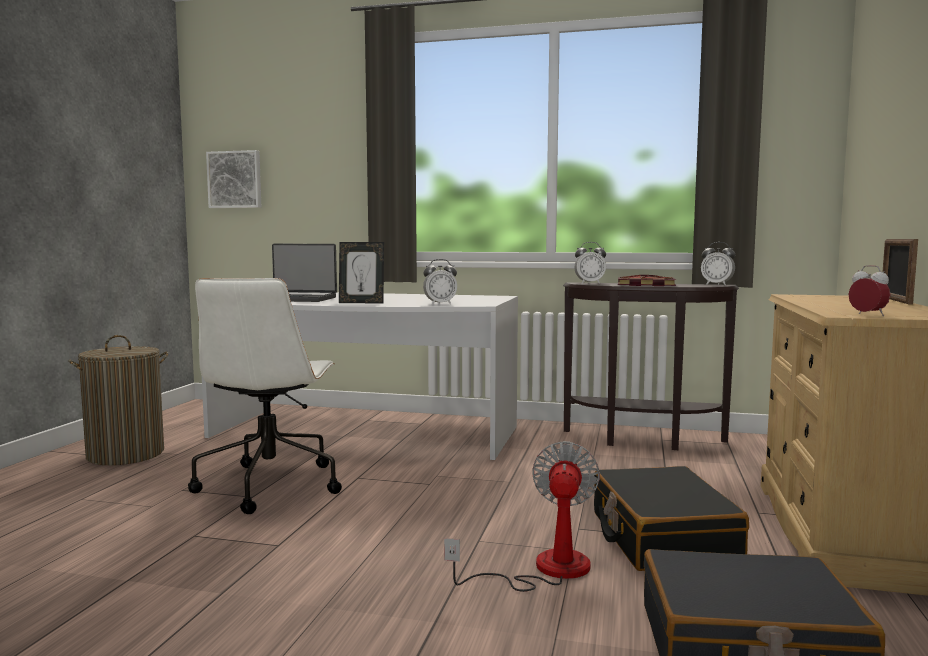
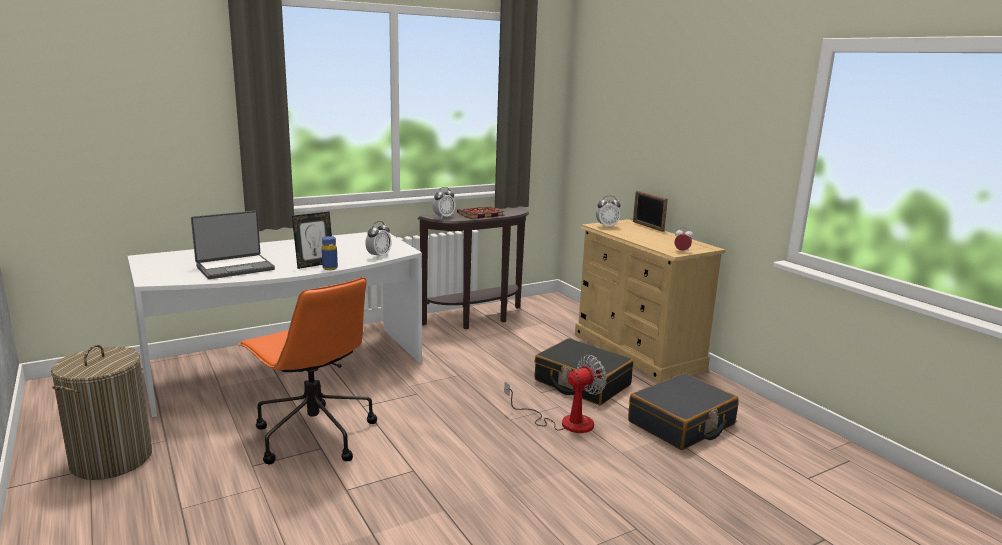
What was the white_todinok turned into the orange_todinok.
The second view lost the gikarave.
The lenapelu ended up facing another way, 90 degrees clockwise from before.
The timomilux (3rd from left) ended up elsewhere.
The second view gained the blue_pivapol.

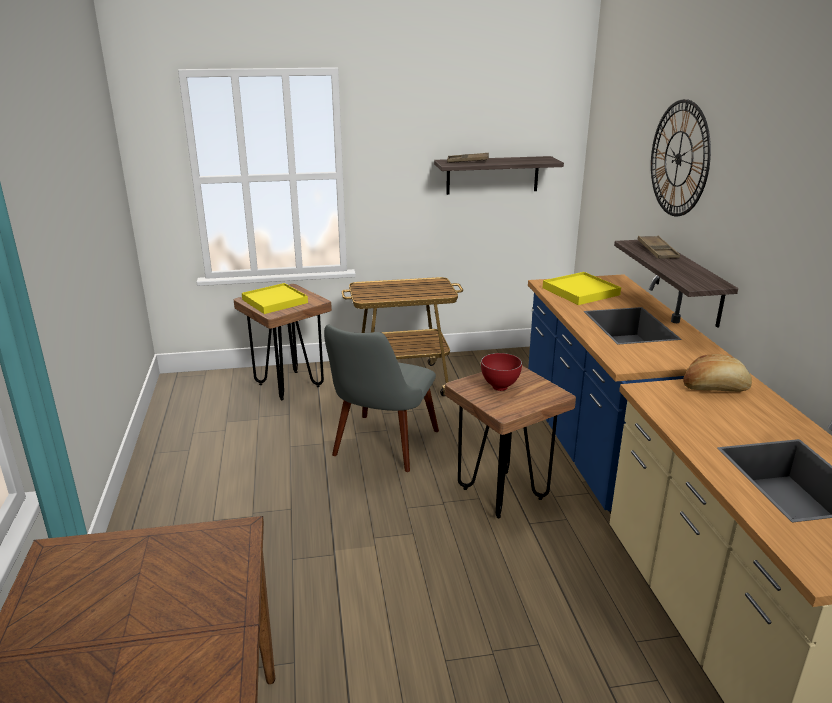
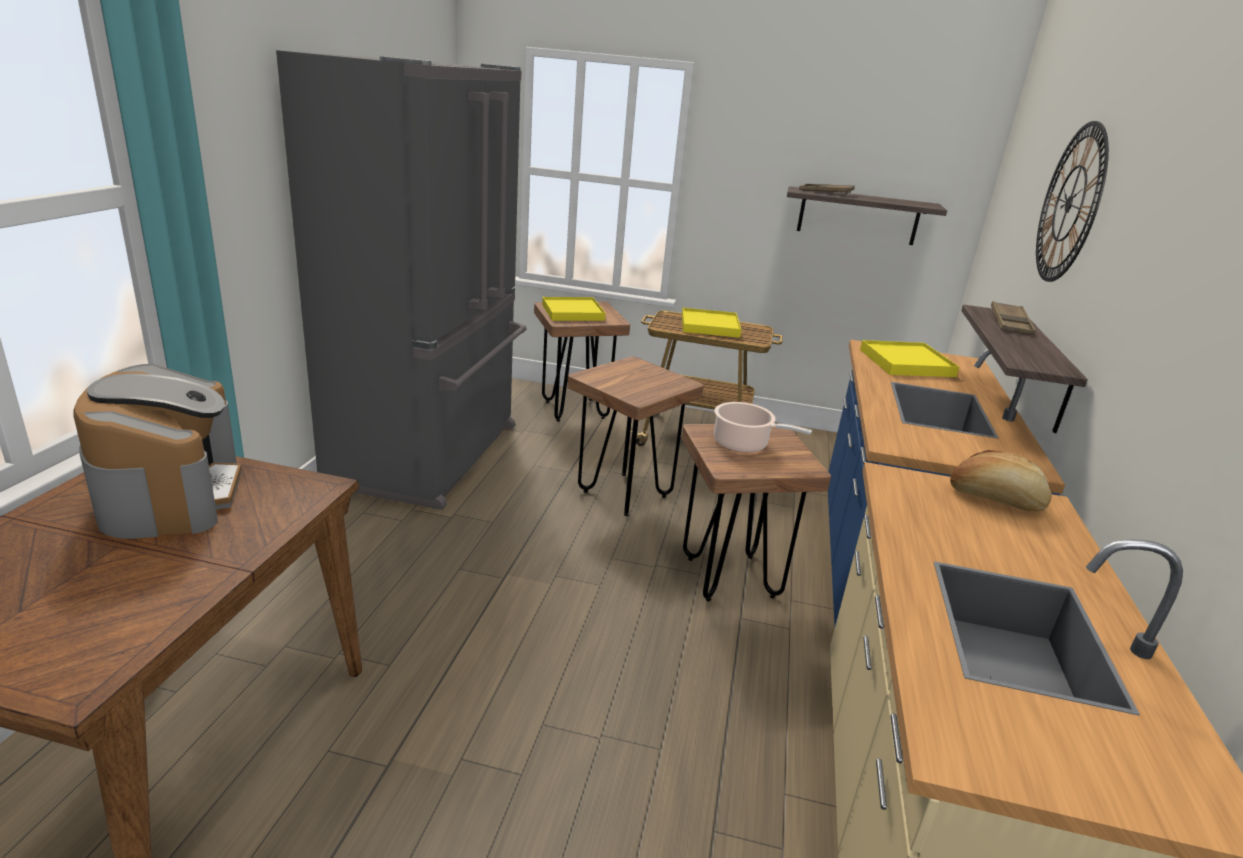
Where the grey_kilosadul stood, the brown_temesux (2nd from left) came to stand.
Where the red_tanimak stood, the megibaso came to stand.
The second view gained the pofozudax.
The second view gained the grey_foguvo.
The second view gained the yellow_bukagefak (2nd from left).

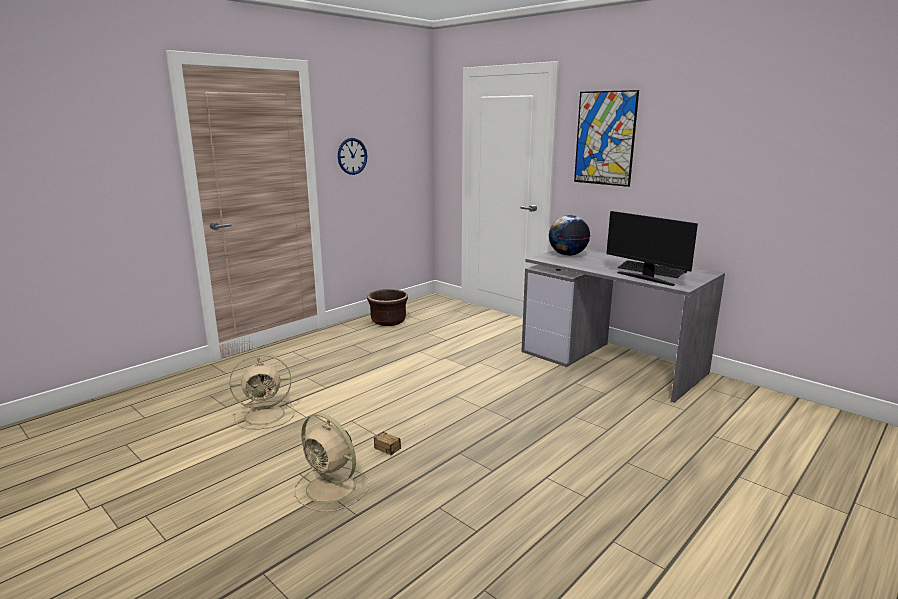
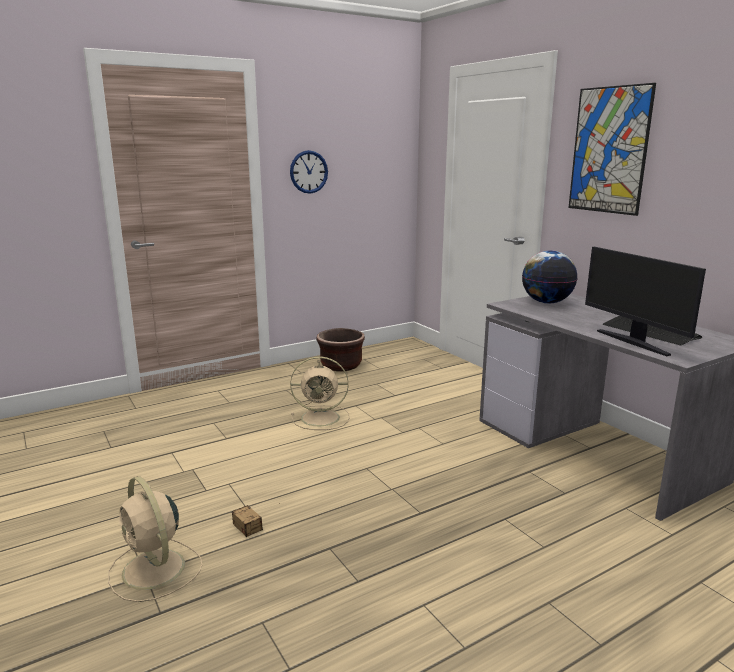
The beige_lenapelu (1st from left in the first image) ended up elsewhere.

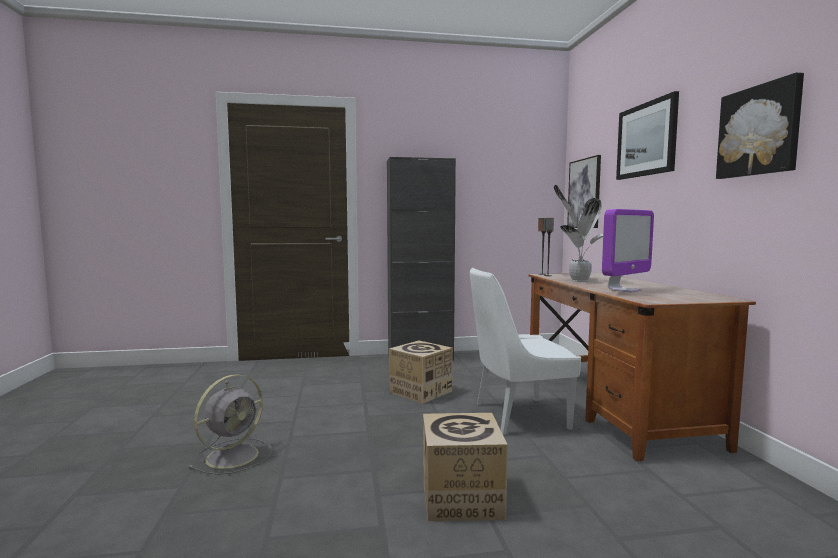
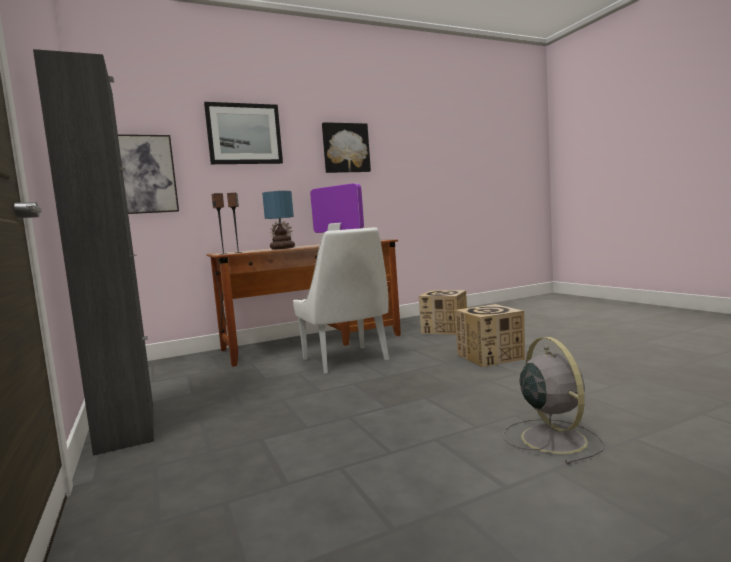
The grey_lenapelu ended up facing another way, 60 degrees clockwise from before.
The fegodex (1st from left) ended up elsewhere.
Where the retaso stood, the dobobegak came to stand.

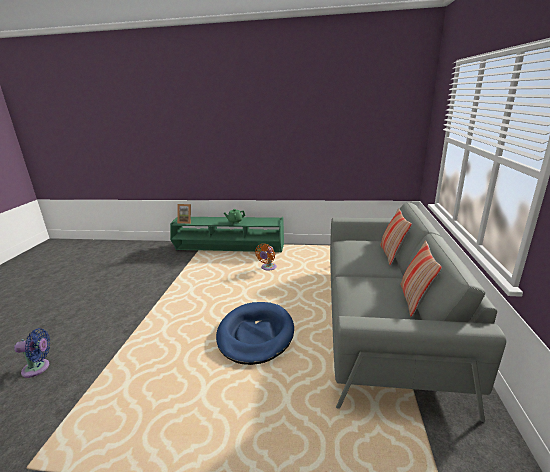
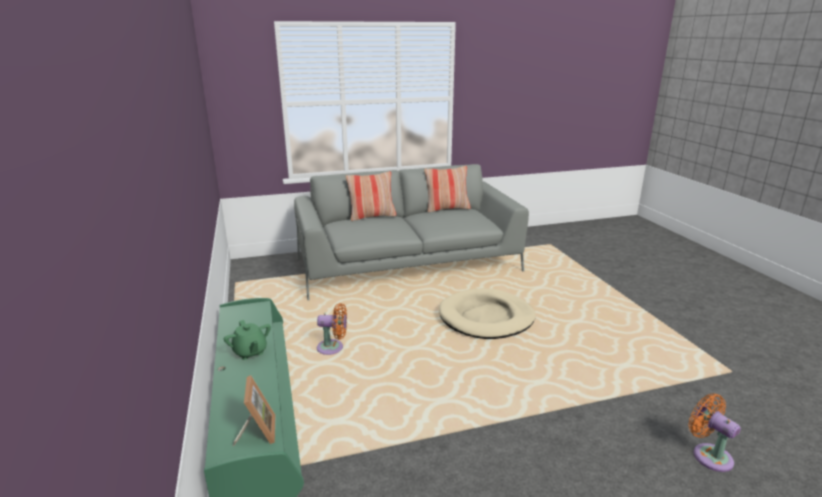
What was the blue_lenapelu turned into the orange_lenapelu (2nd from left).
What was the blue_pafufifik turned into the beige_pafufifik.

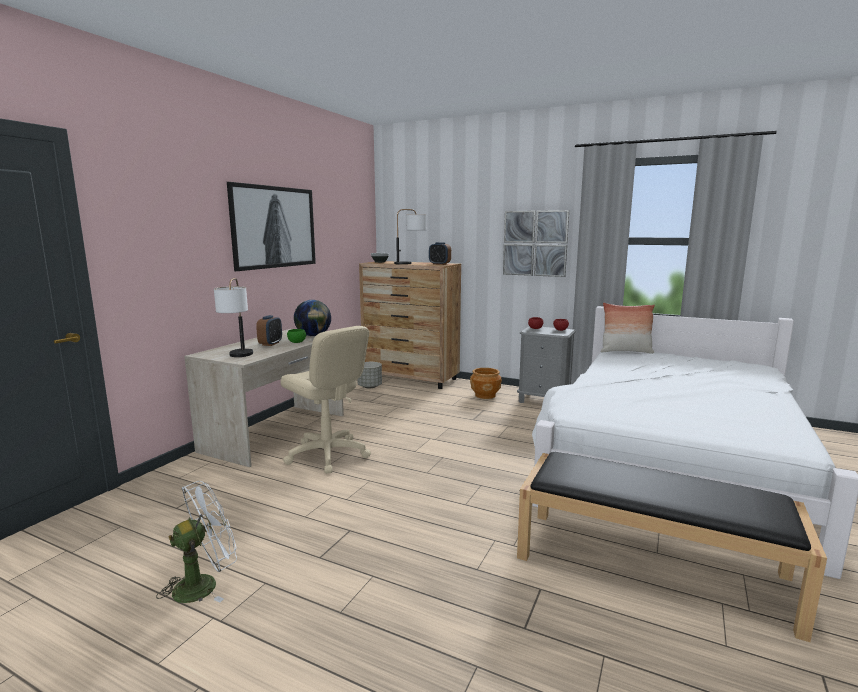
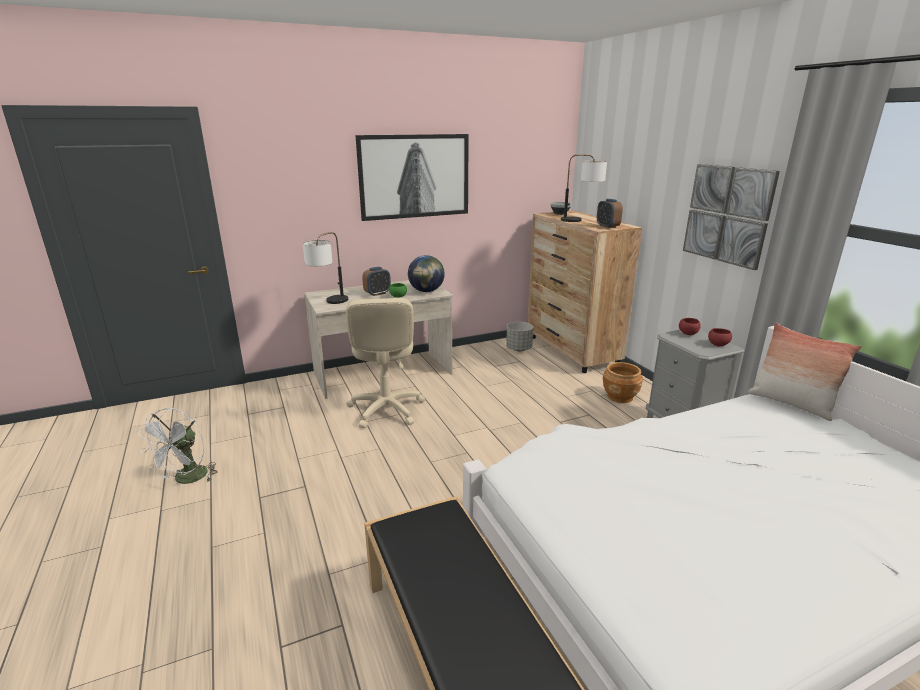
The white_lenapelu ended up facing another way, 105 degrees clockwise from before.

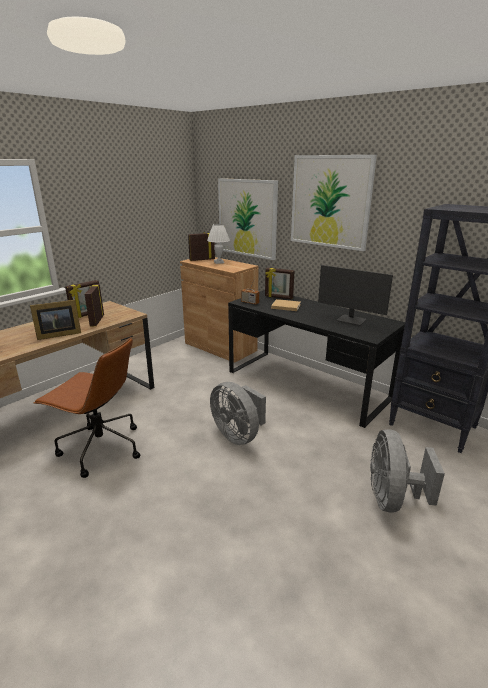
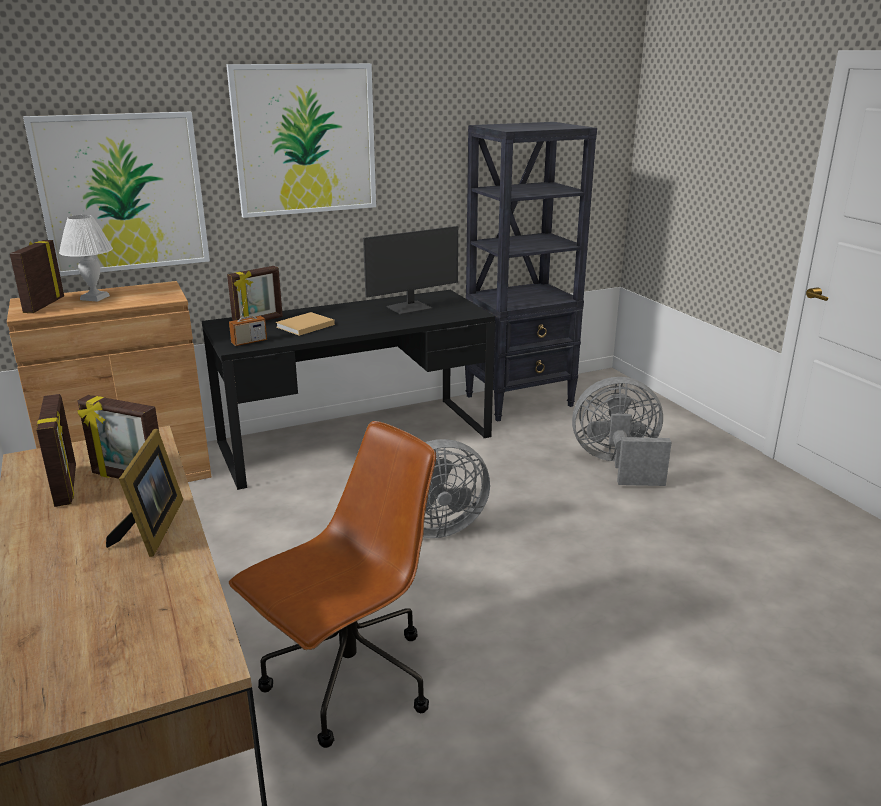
The grey_lenapelu (2nd from left) ended up facing another way, 150 degrees clockwise from before.

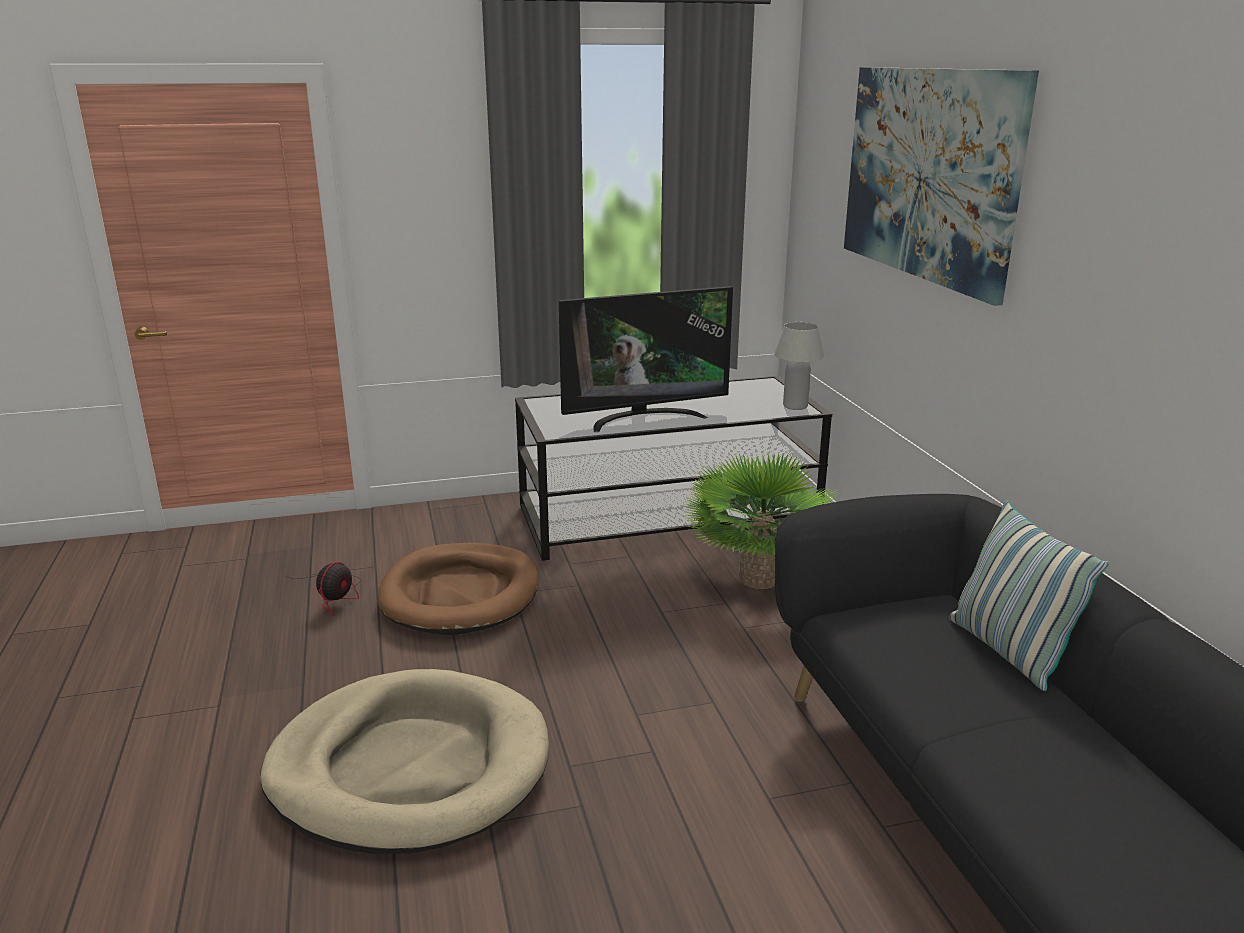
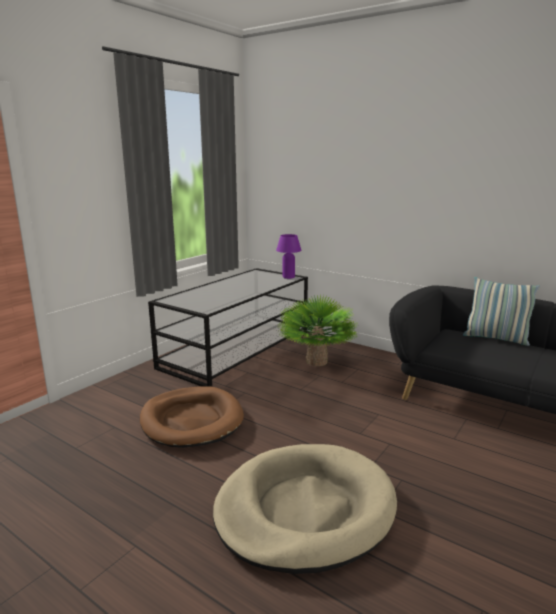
The second view lost the lenapelu.
The second view lost the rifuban.
What was the white_dobobegak turned into the purple_dobobegak.
The second view lost the gikarave.

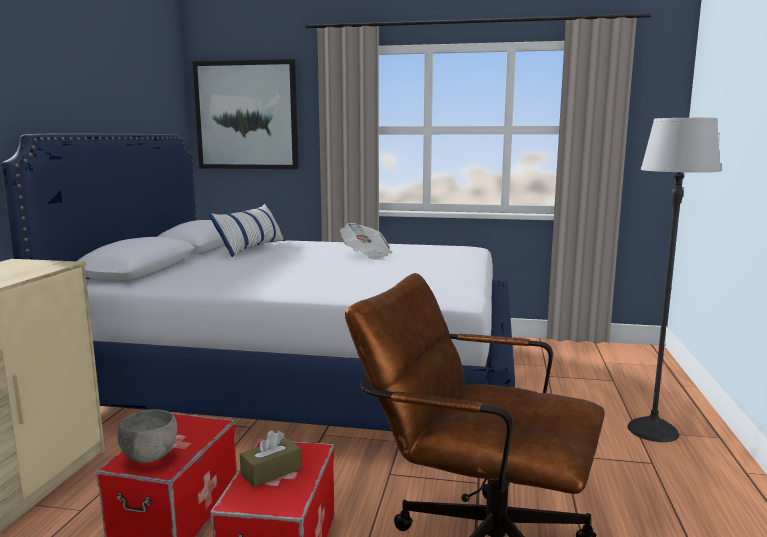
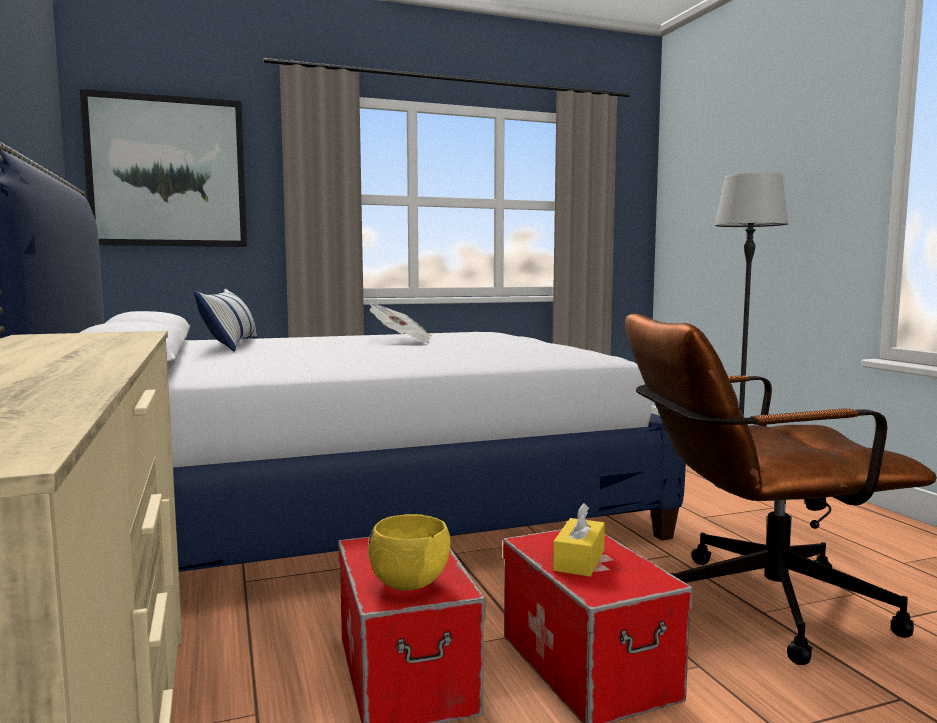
What was the grey_tanimak turned into the yellow_tanimak.
What was the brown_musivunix turned into the yellow_musivunix.

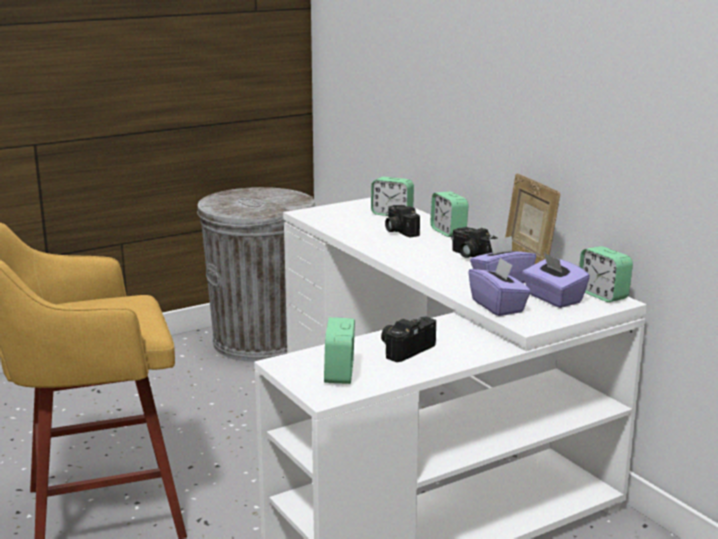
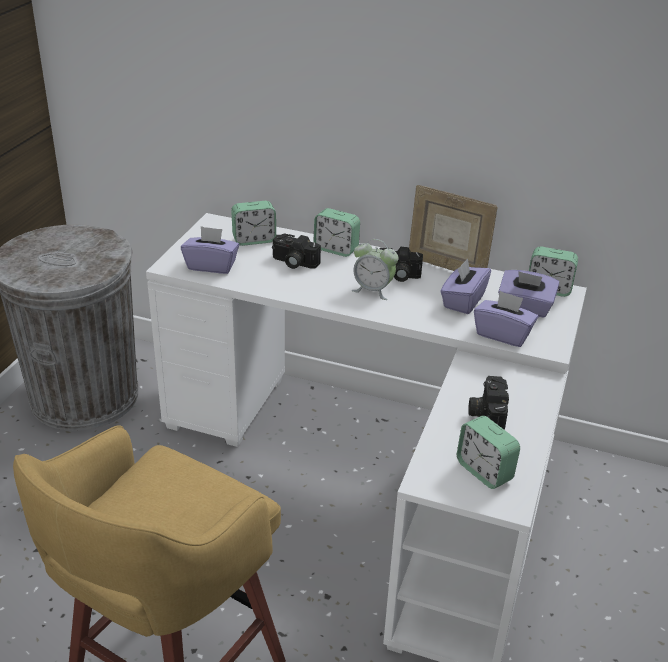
The second view gained the purple_musivunix (1st from left).
The second view gained the timomilux (3rd from left).

